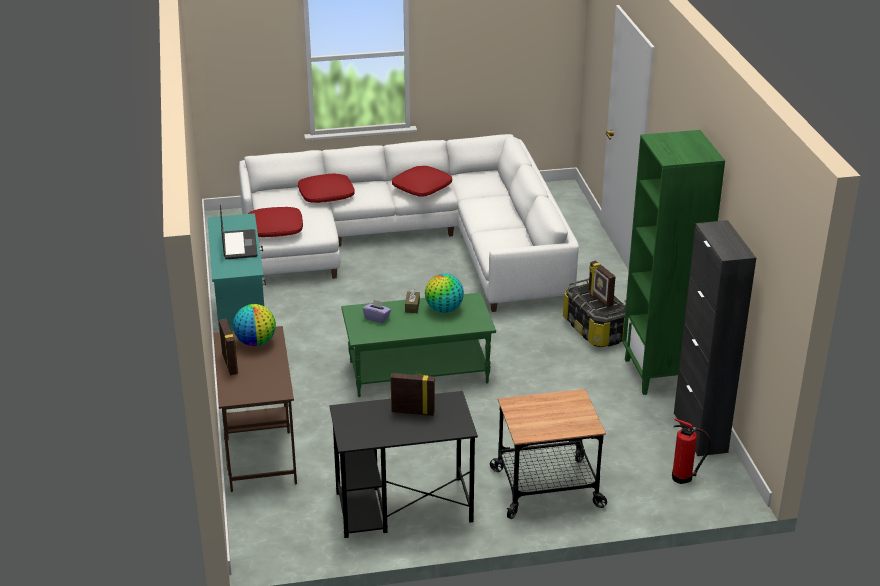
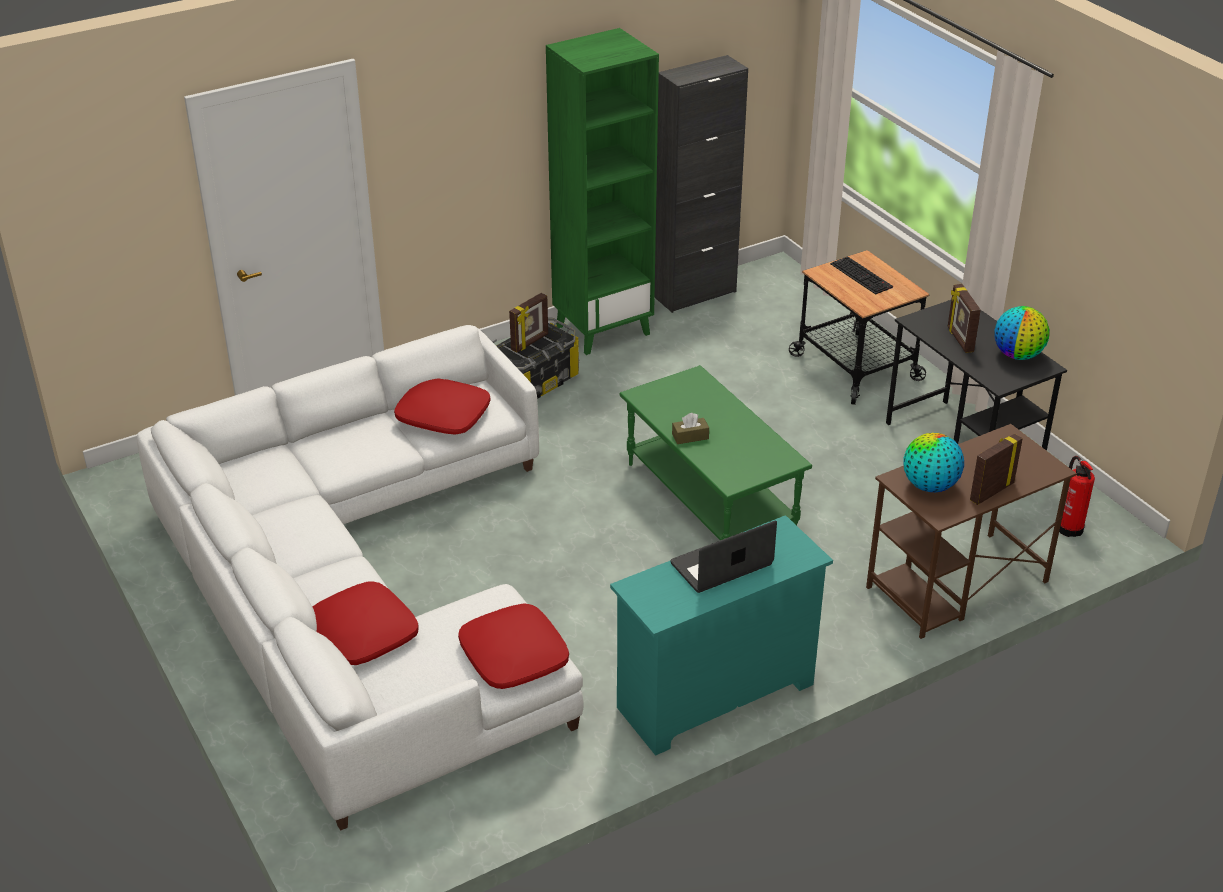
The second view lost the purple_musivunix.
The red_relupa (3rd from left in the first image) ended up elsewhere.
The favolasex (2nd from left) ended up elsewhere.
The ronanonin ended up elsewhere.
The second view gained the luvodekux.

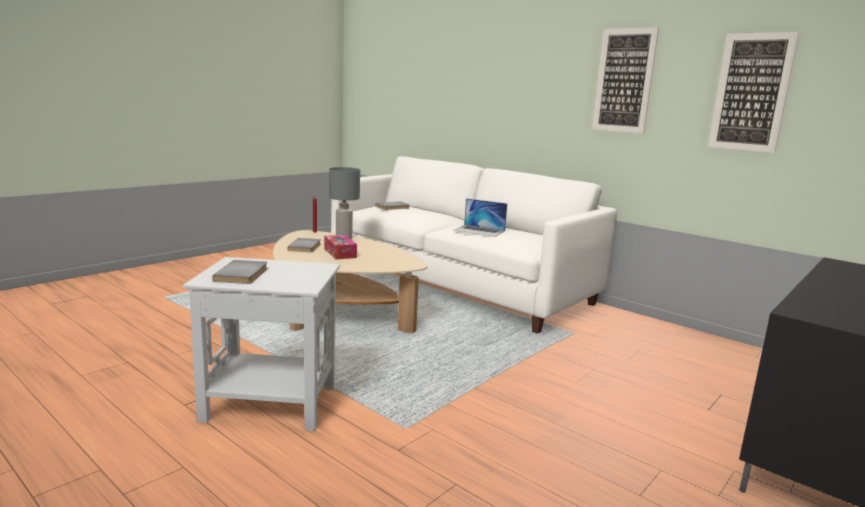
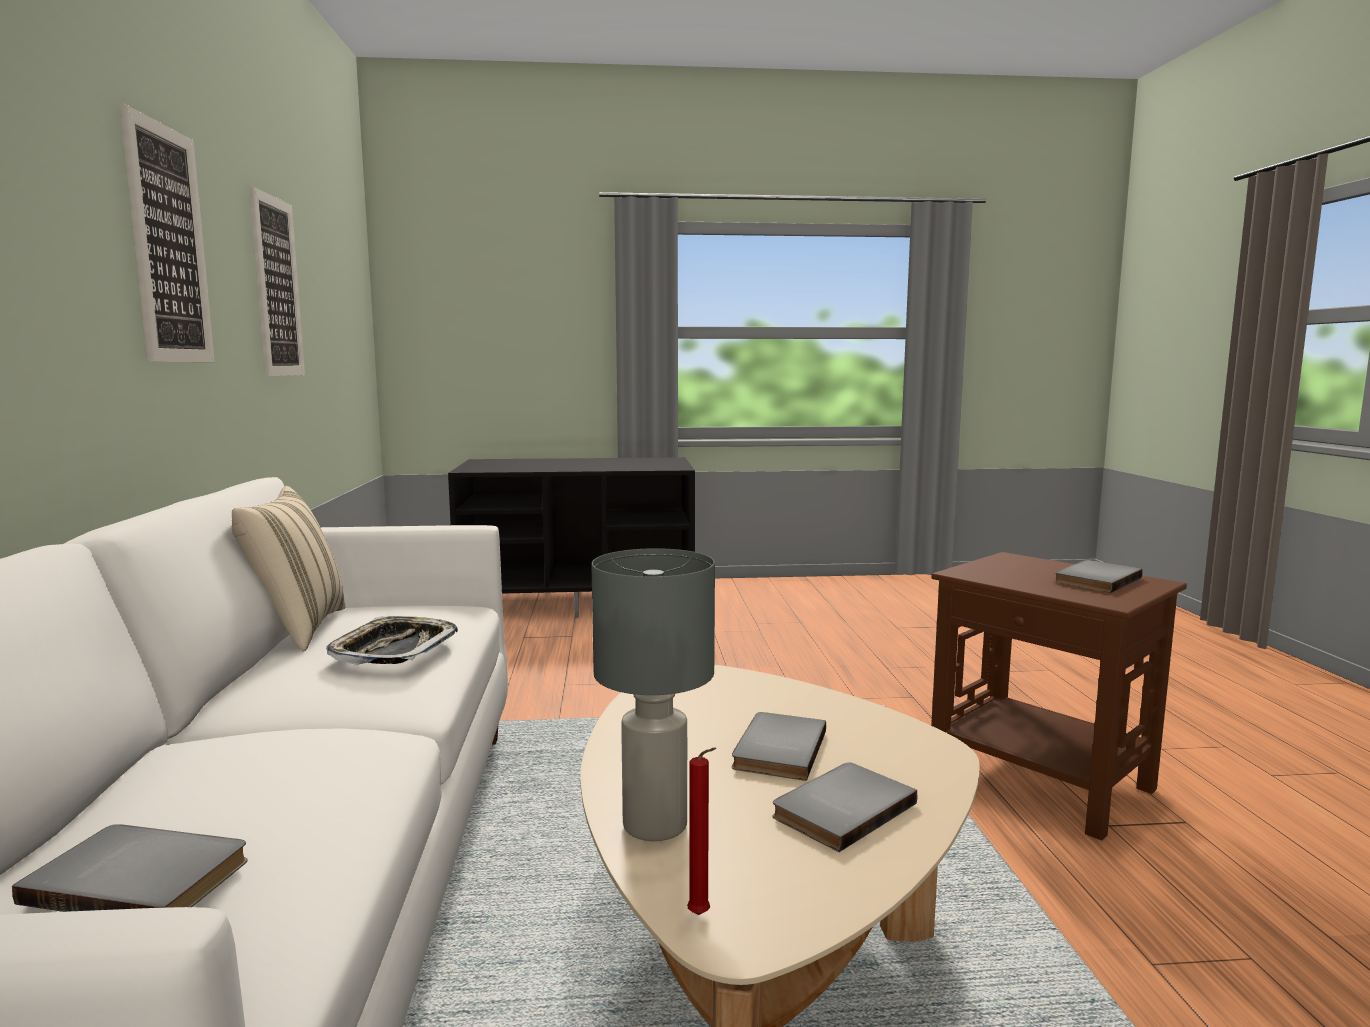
What was the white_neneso turned into the brown_neneso.
Where the musivunix stood, the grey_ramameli (2nd from left) came to stand.
Where the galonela stood, the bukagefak came to stand.
The second view gained the beige_relupa.

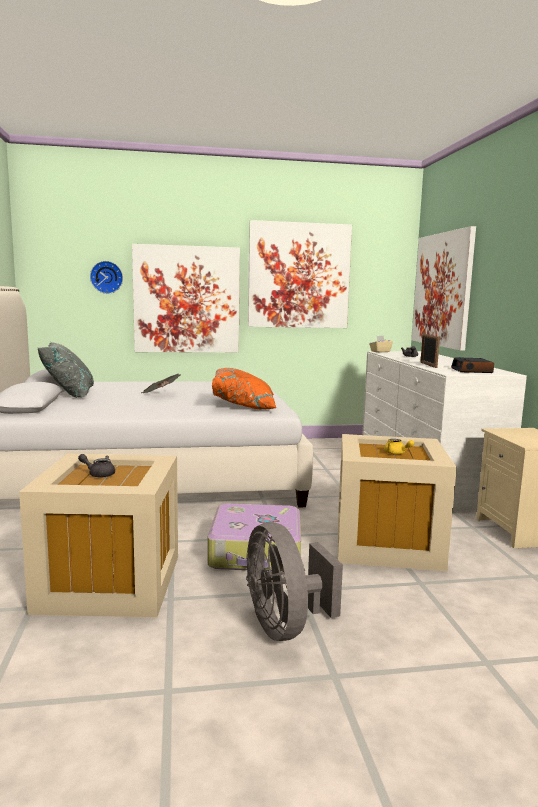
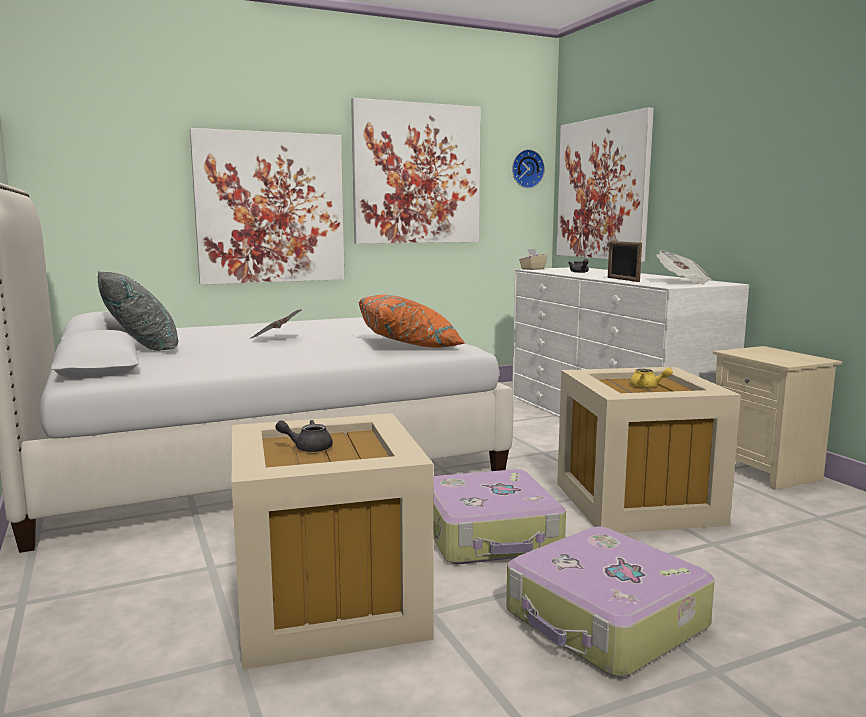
The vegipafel ended up elsewhere.
Where the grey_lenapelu stood, the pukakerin (2nd from left) came to stand.
Where the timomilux stood, the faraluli (2nd from left) came to stand.

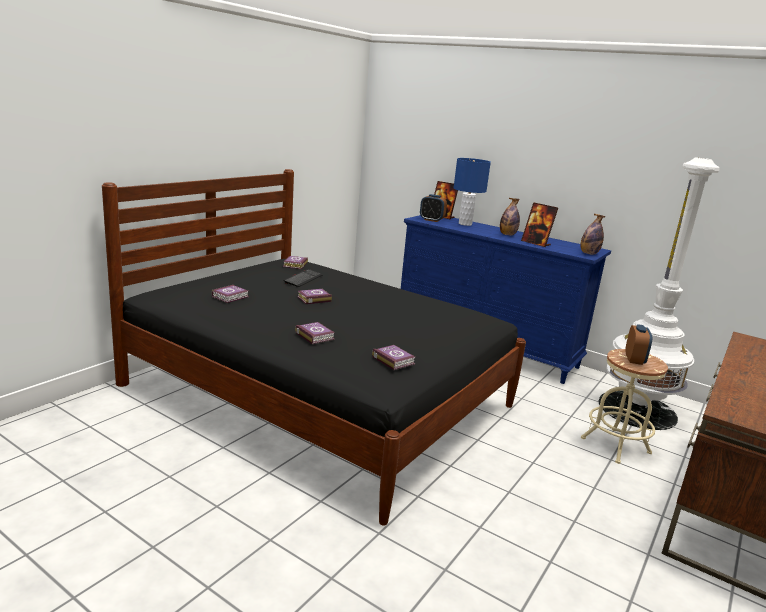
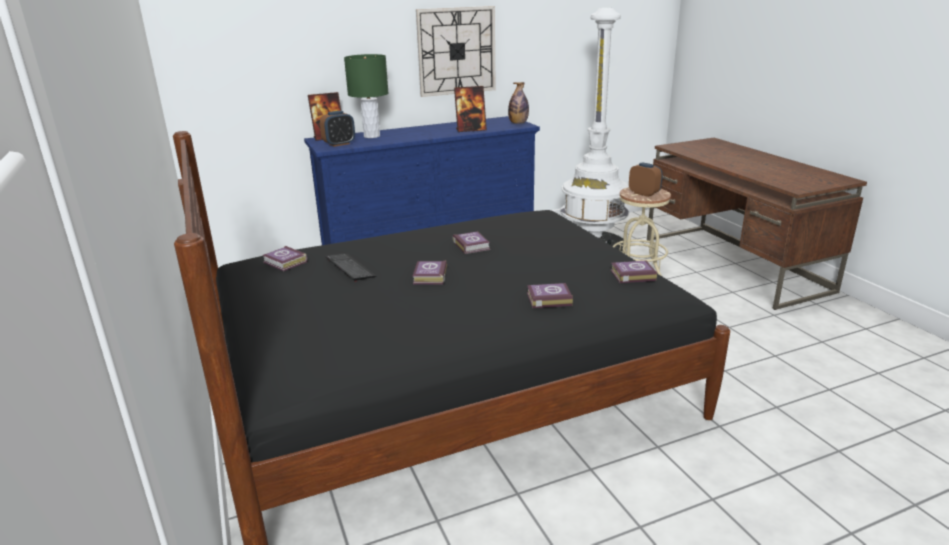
The ramameli (1st from left in the first image) ended up elsewhere.
What was the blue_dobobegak turned into the green_dobobegak.
The second view lost the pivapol (1st from left).
The second view gained the vegipafel.

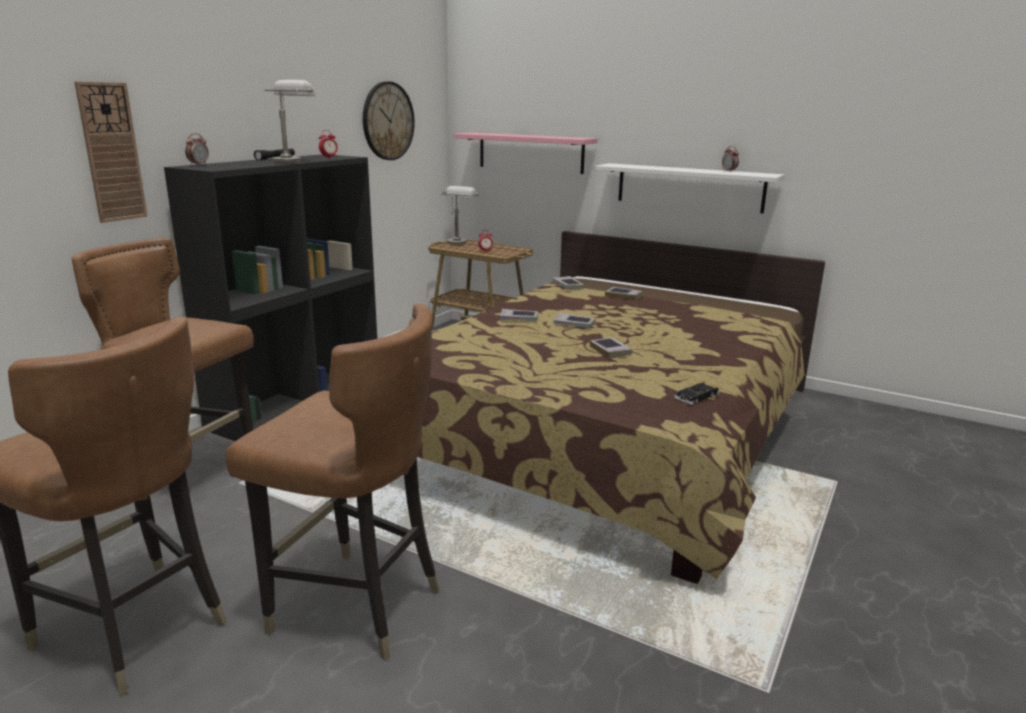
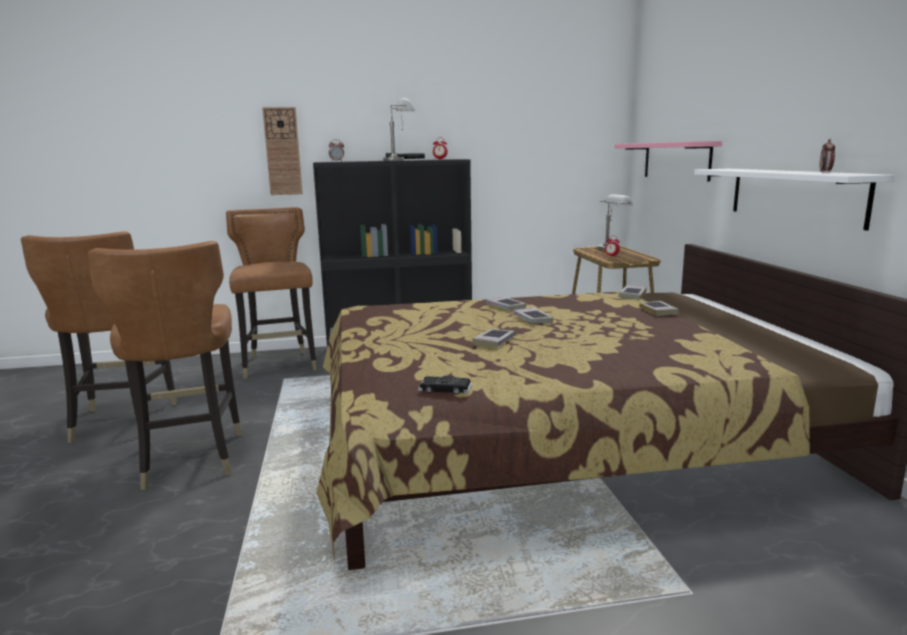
The second view lost the vegipafel (2nd from left).

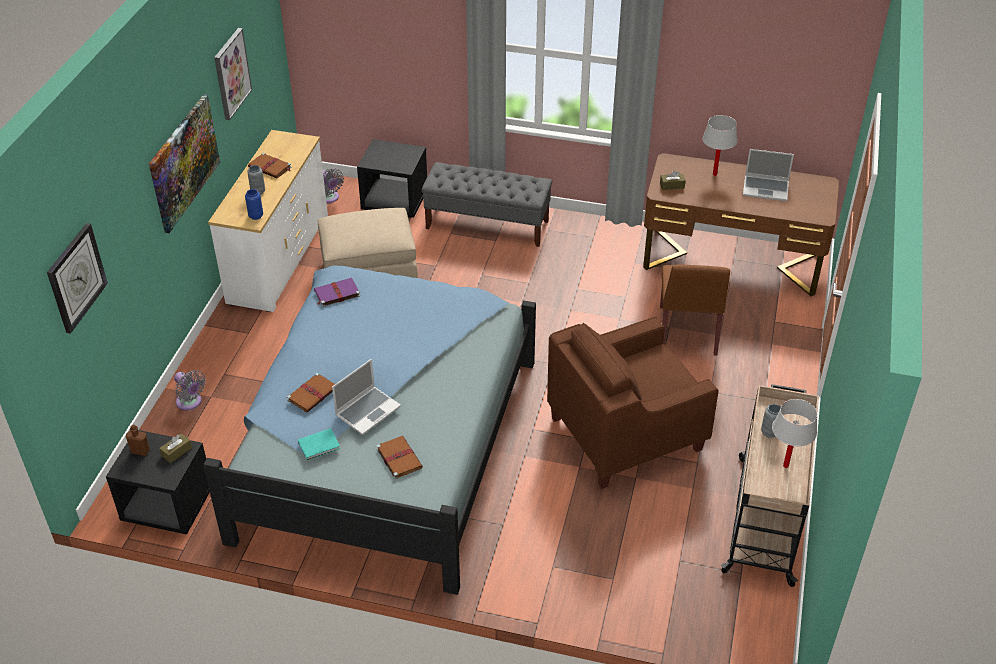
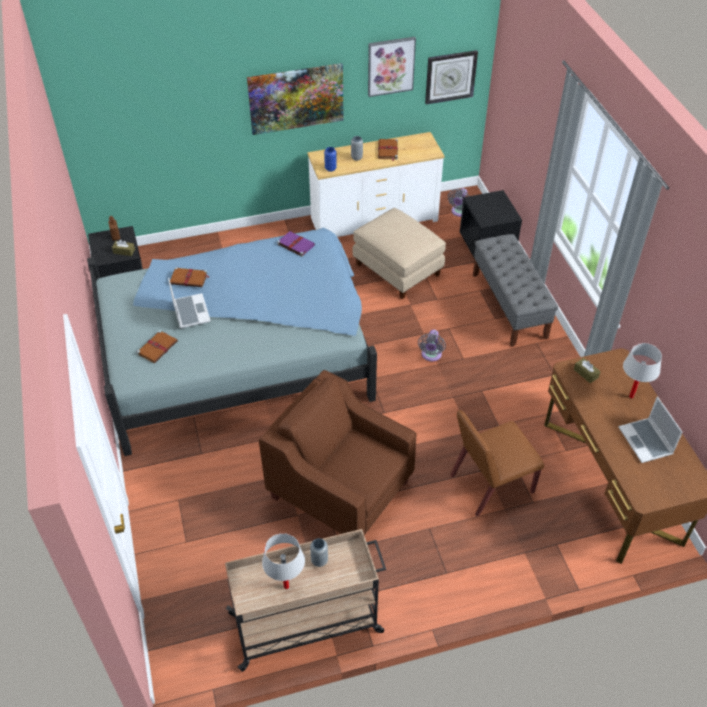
The vegipafel ended up elsewhere.
The grey_lenapelu (1st from left) ended up elsewhere.
The second view lost the turquoise_ramameli.
The galonela (1st from left) ended up facing another way, 120 degrees counterclockwise from before.

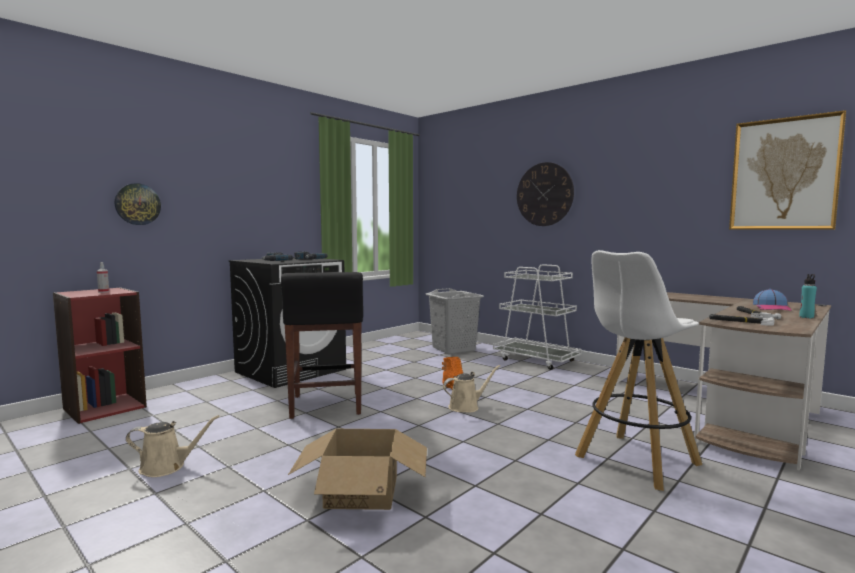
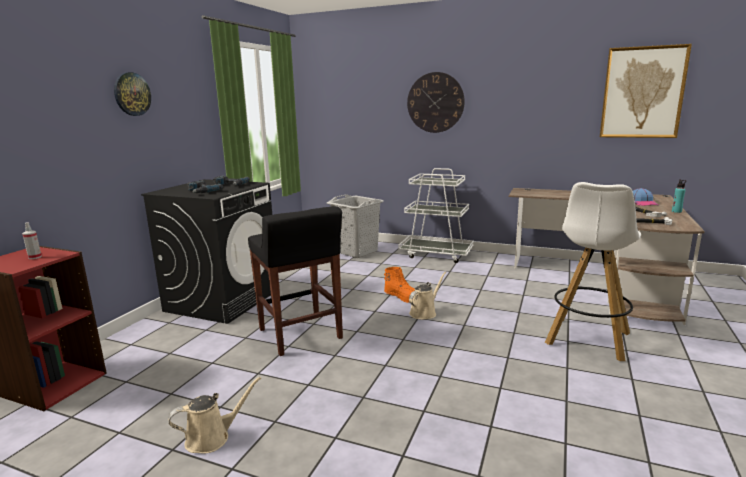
The vegipafel (1st from left) ended up elsewhere.
The second view lost the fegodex.

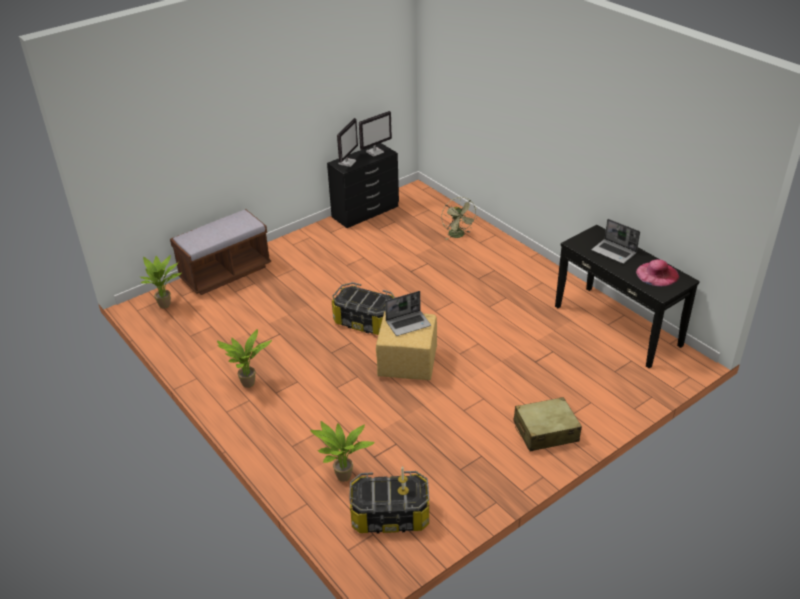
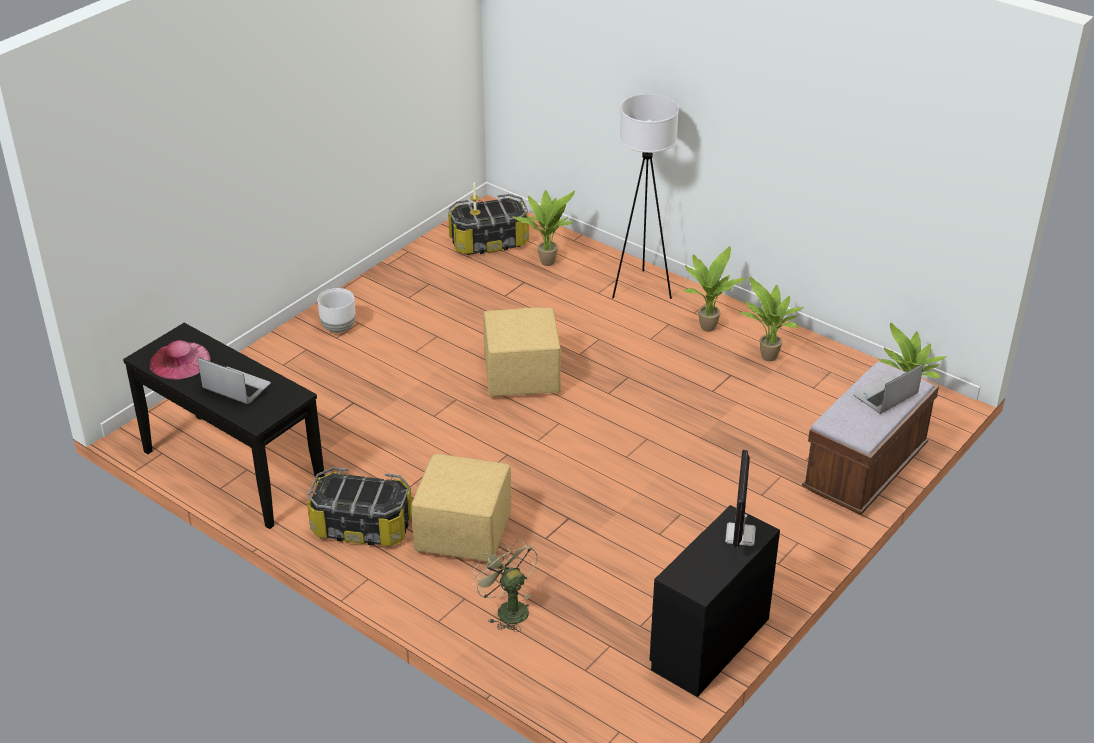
The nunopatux (1st from left) ended up elsewhere.
The second view lost the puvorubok (2nd from left).
The galonela (1st from left in the first image) ended up elsewhere.
Where the beige_pukakerin stood, the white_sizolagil came to stand.
The second view gained the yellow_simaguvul (1st from left).
The second view gained the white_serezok.
The second view gained the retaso (3rd from left).

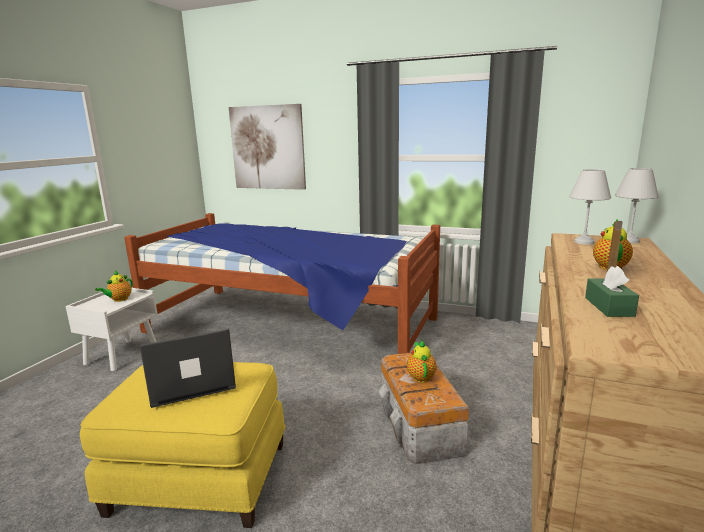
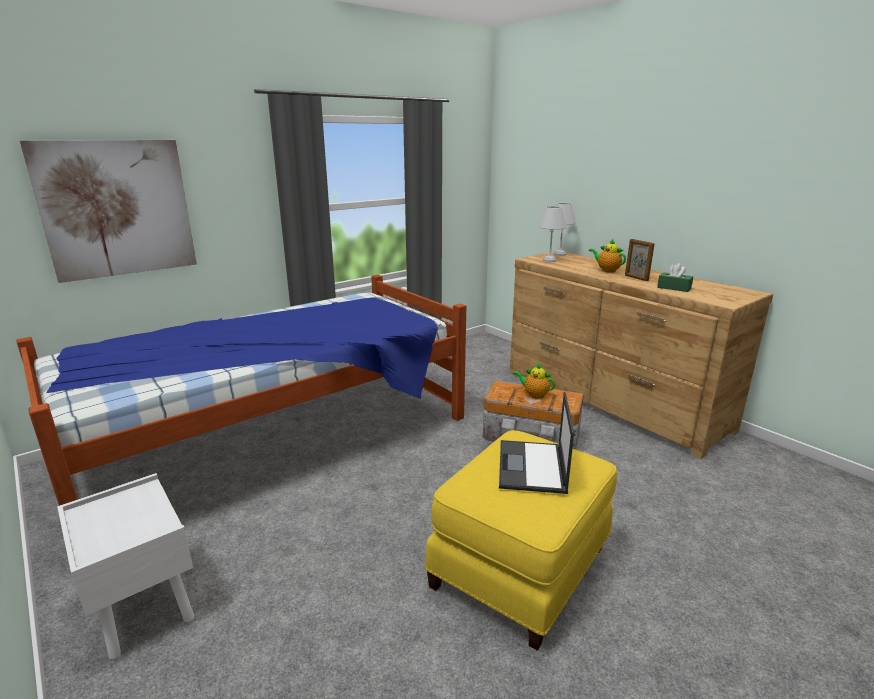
The second view lost the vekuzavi (1st from left).

